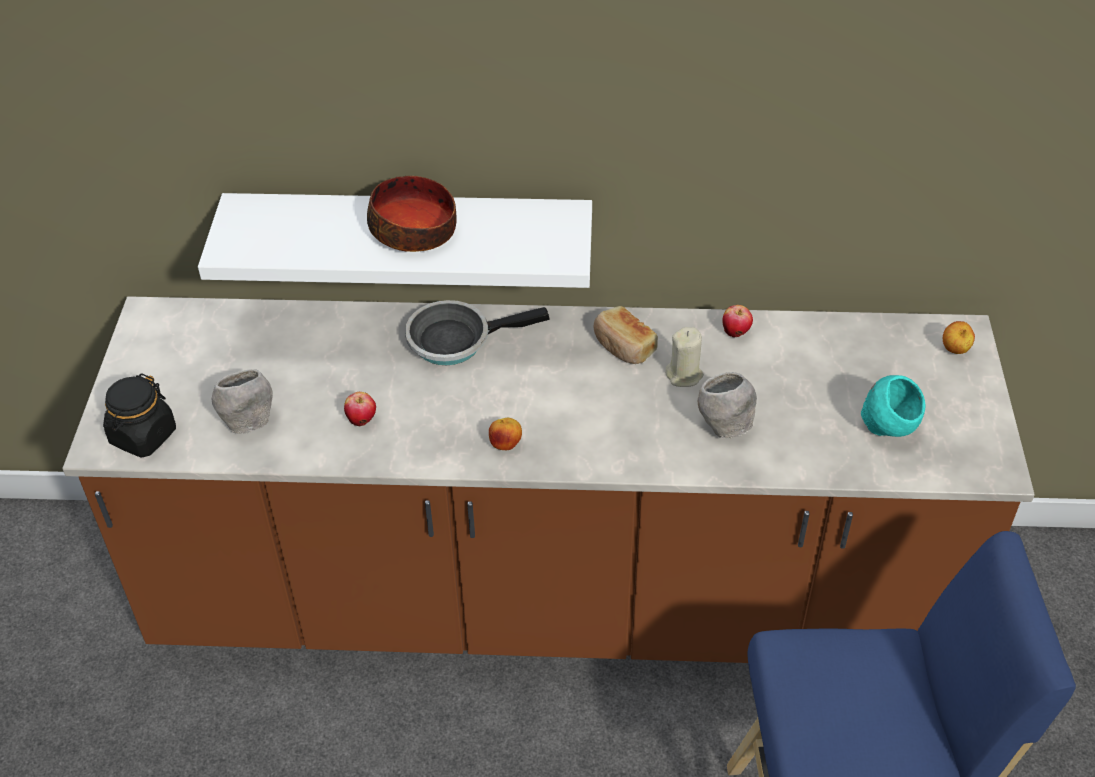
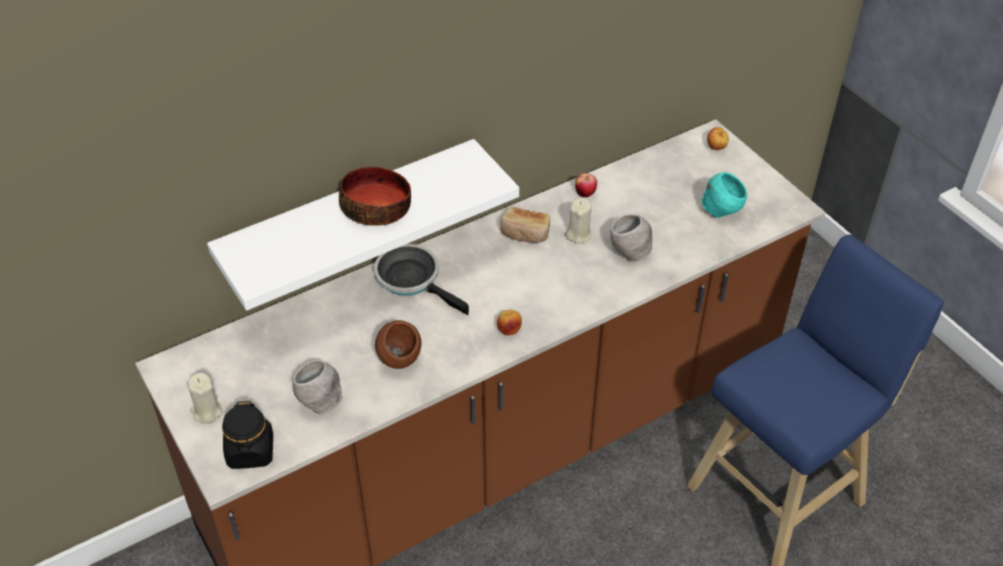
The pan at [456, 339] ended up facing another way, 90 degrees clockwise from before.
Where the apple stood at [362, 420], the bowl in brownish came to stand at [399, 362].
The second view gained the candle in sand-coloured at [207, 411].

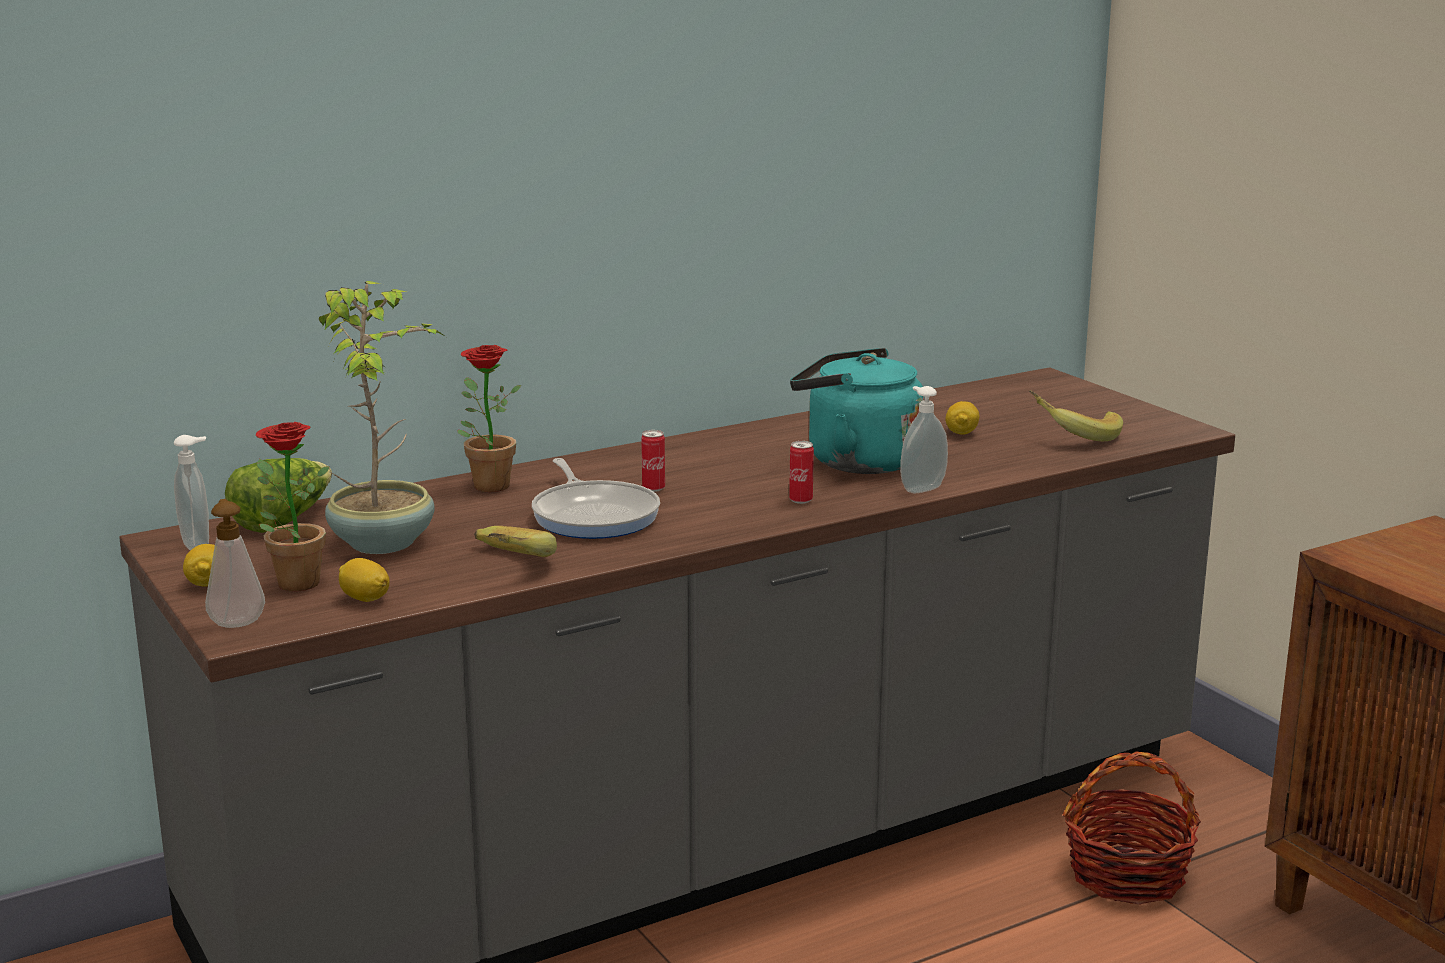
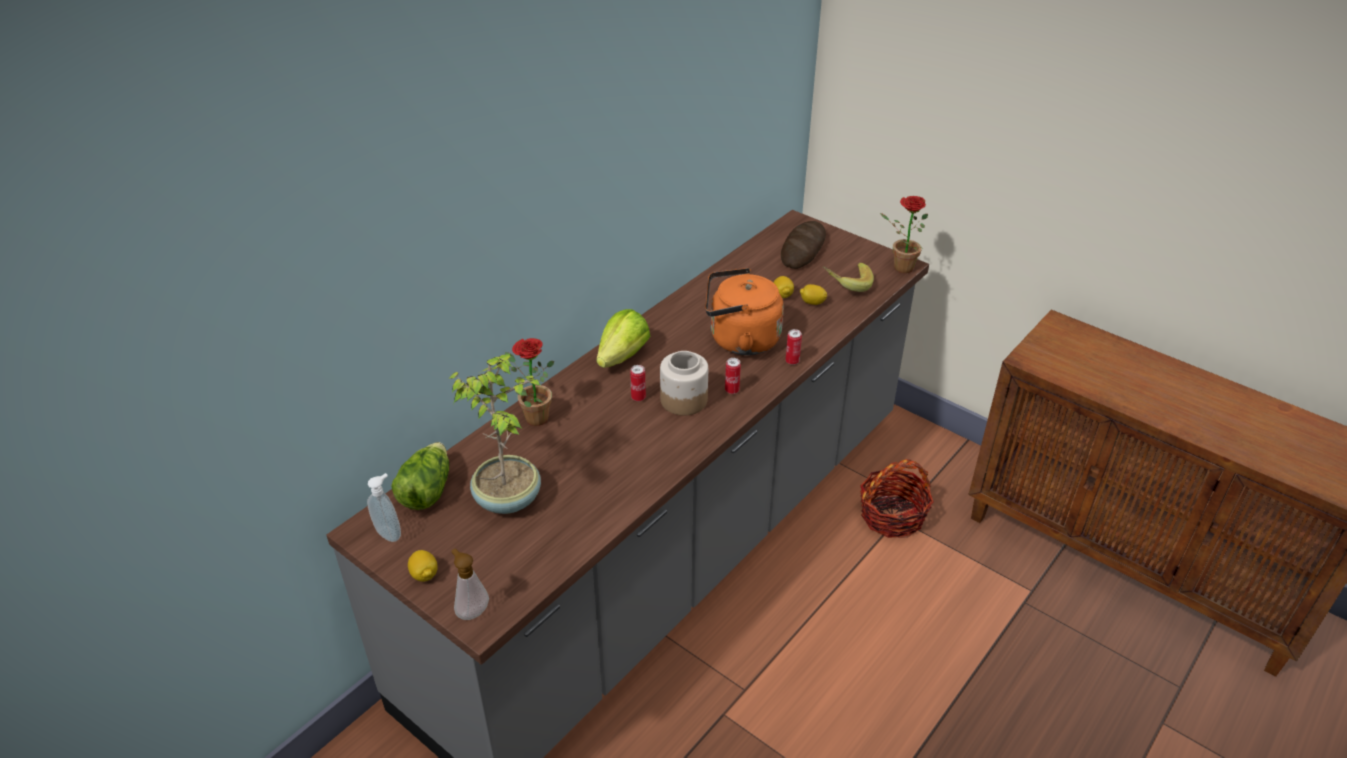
What was the water kettle in blue-green at [856, 461] turned into the water kettle in orange-coloured at [739, 340].
Where the liquid soap bottle stood at [921, 488], the can came to stand at [792, 361].
The houseplant ended up elsewhere, having gone from [292, 581] to [899, 267].
The second view lost the pan at [594, 515].
The second view lost the whole banana at [503, 567].
The lemon ended up elsewhere, having gone from [365, 599] to [812, 303].
The second view gained the baked bread at [803, 249].
The second view gained the lettuce at [623, 356].
The second view gained the preserve jar at [683, 400].

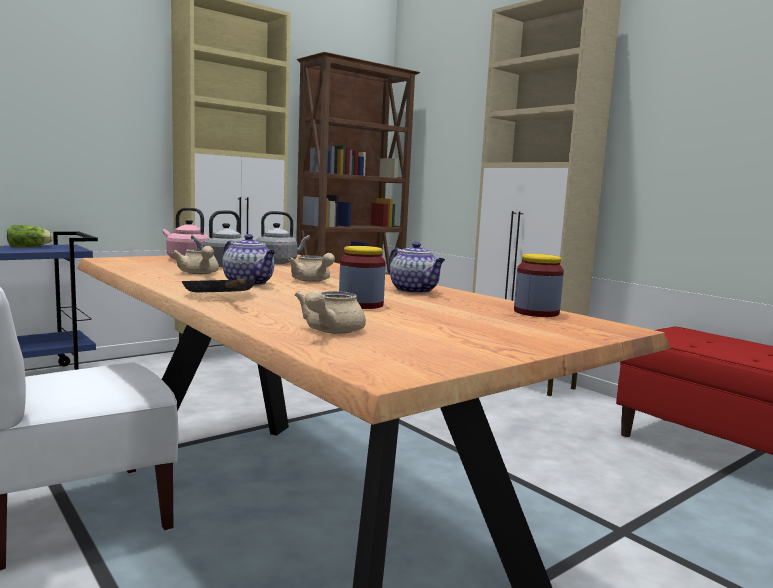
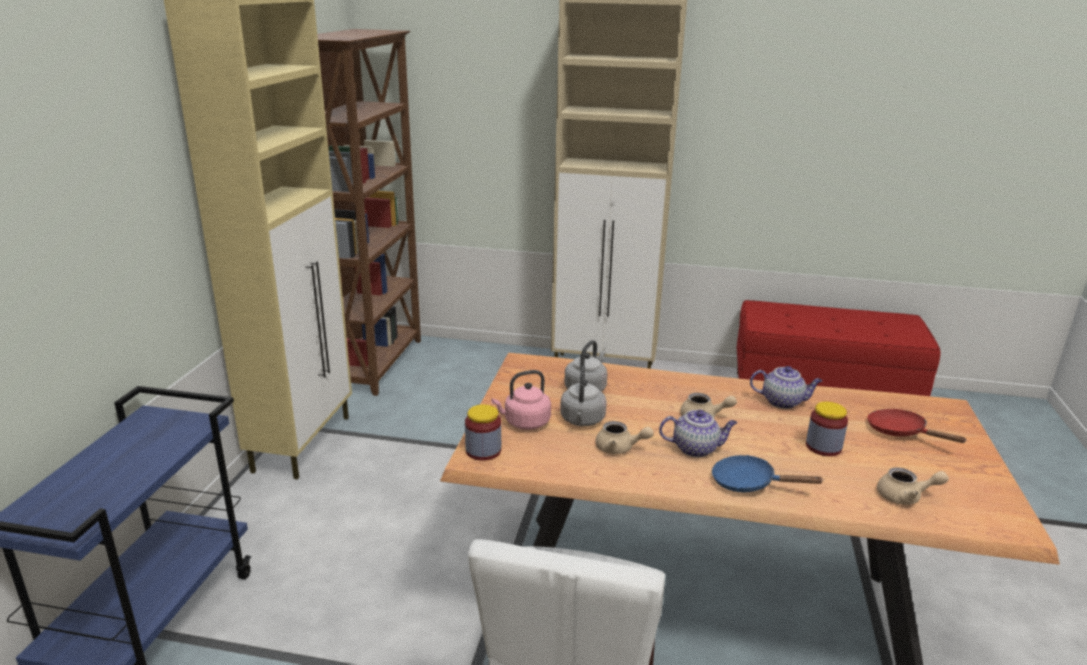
The second view lost the lettuce at [30, 247].
The preserve jar ended up elsewhere, having gone from [536, 312] to [483, 451].
What was the pan in black-coloured at [222, 296] turned into the pan in bluish at [749, 483].
The teapot in sand-coloured at [329, 331] ended up facing another way, 60 degrees counterclockwise from before.
The second view gained the pan in red at [901, 432].

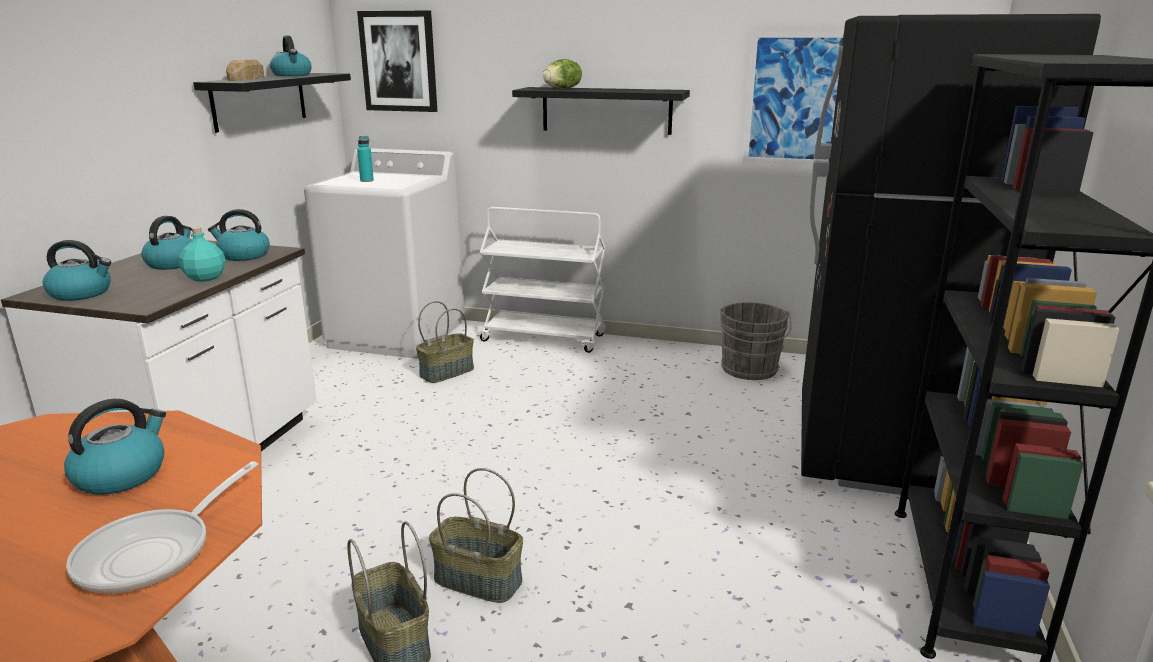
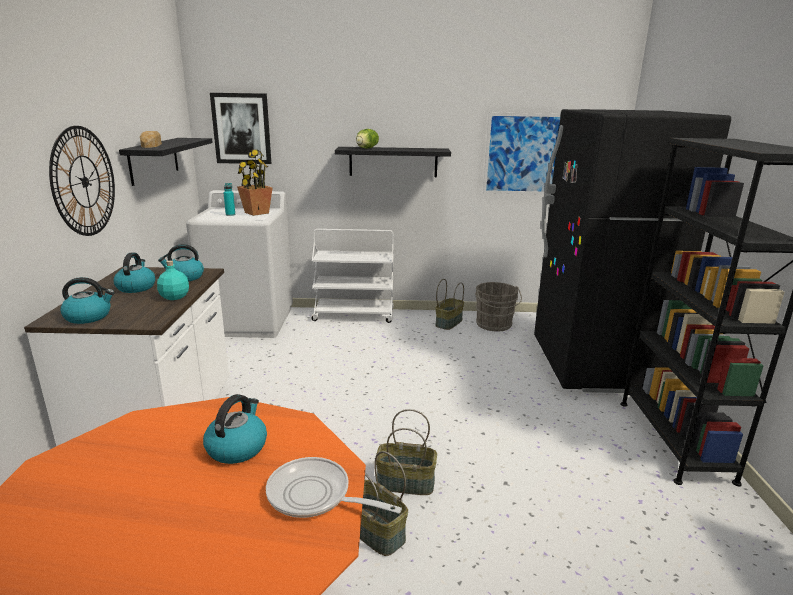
The second view lost the water kettle at [292, 75].
The storage basket ended up elsewhere, having gone from [447, 372] to [448, 322].
The pan at [154, 552] ended up facing another way, 105 degrees clockwise from before.
The second view gained the wall clock at [84, 181].
The second view gained the houseplant at [256, 213].

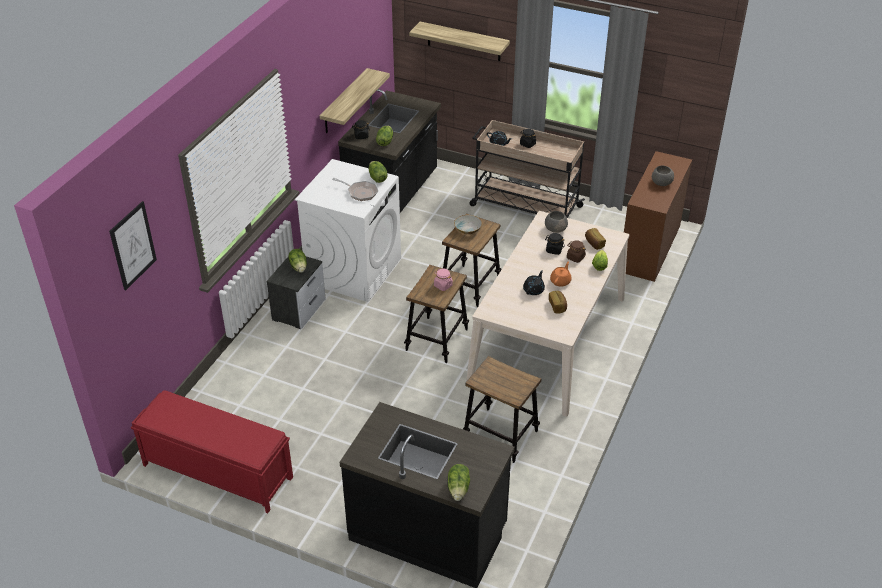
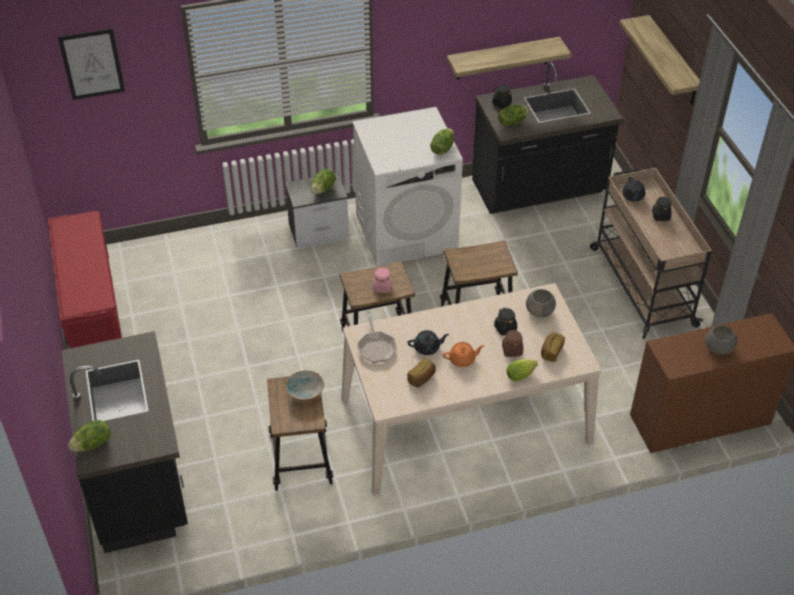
The pan ended up elsewhere, having gone from [360, 192] to [376, 347].
The bowl ended up elsewhere, having gone from [467, 230] to [305, 392].

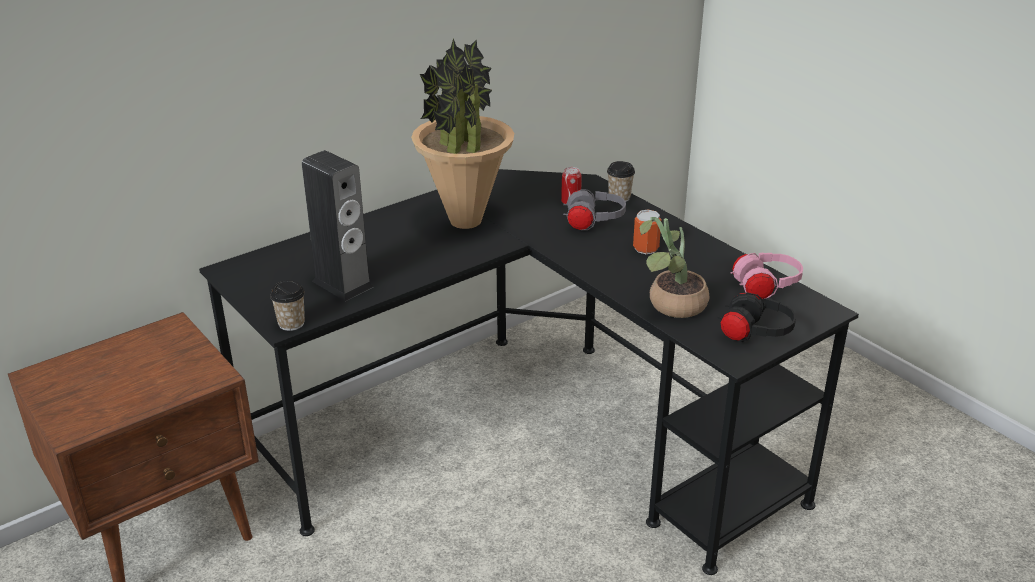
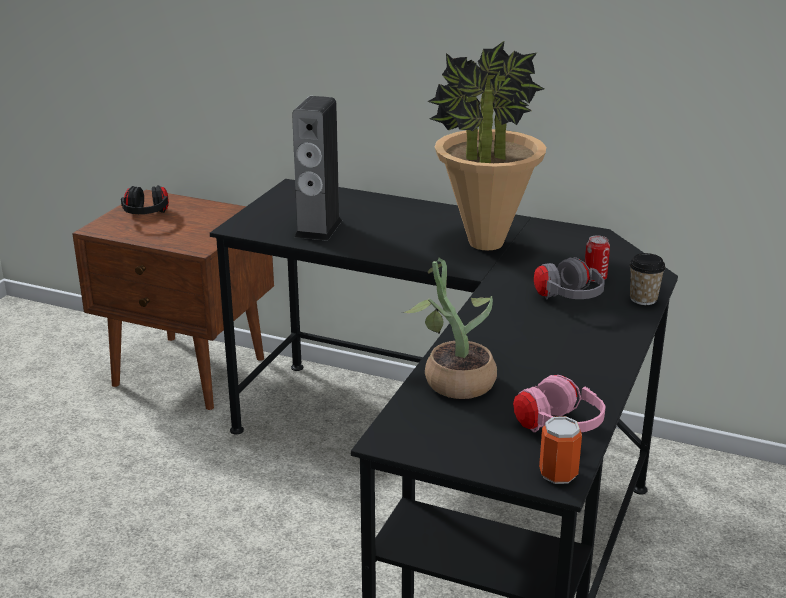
The can ended up elsewhere, having gone from [645, 248] to [558, 474].
The second view lost the drinking cup at [291, 323].
The headphones in black-coloured ended up elsewhere, having gone from [755, 334] to [146, 217].

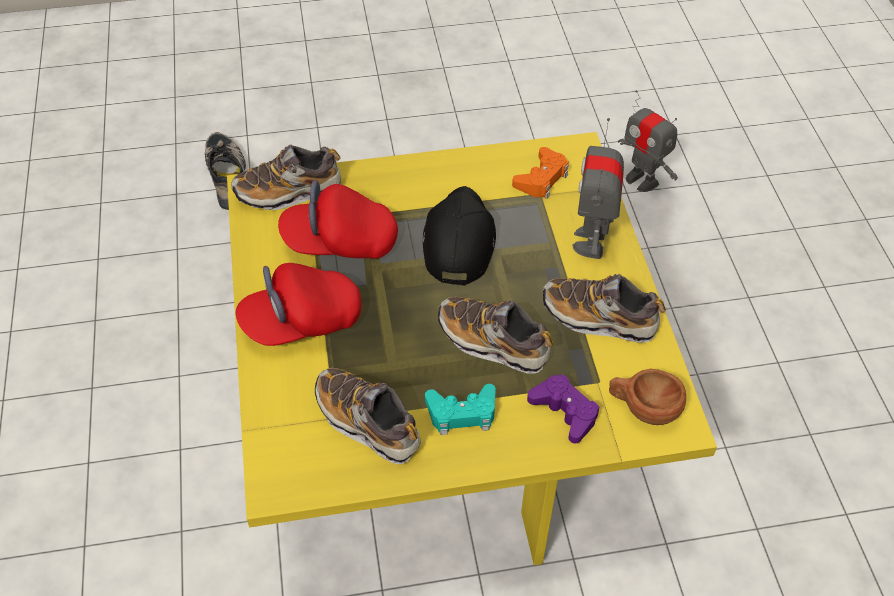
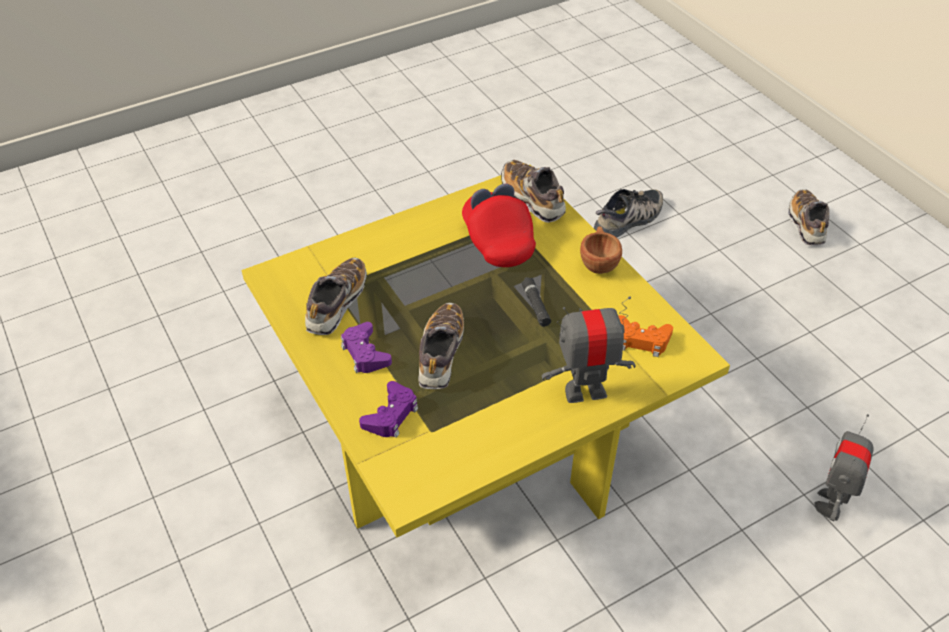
Where the peaked cap in black-coloured stood at [457, 241], the torch in black-coloured came to stand at [535, 305].
The second view lost the peaked cap in red at [302, 321].
The item of footwear ended up elsewhere, having gone from [599, 318] to [806, 224].
The drinking cup in brownish ended up elsewhere, having gone from [642, 408] to [598, 262].
What was the joypad in blue-green at [462, 413] turned into the joypad in purple at [365, 353].

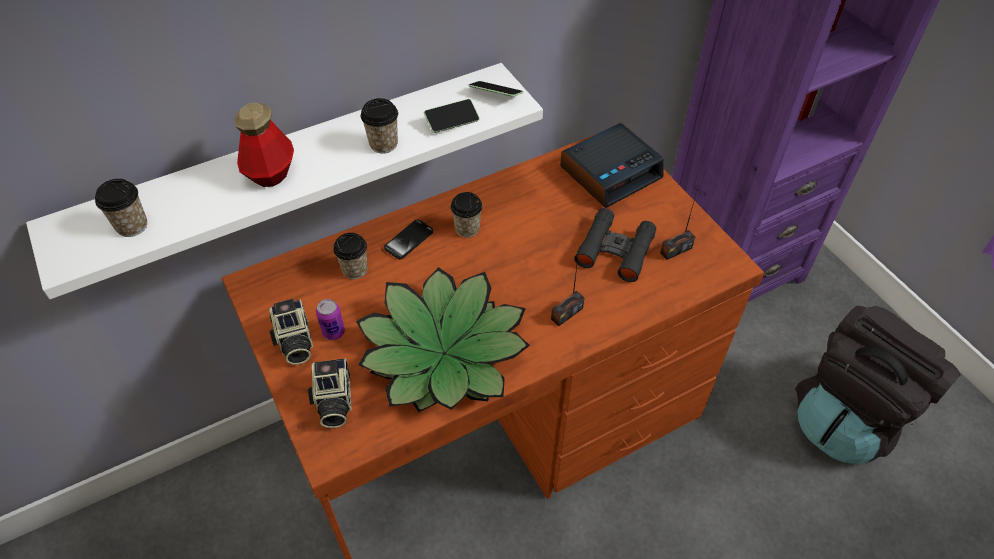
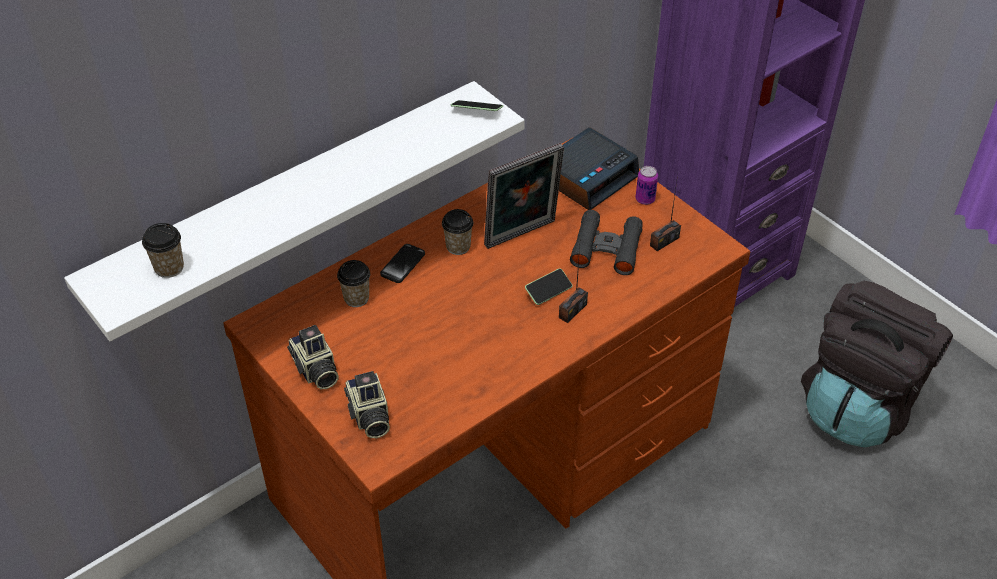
The second view lost the drinking cup at [383, 144].
The handset ended up elsewhere, having gone from [452, 122] to [548, 291].
The second view lost the drink bottle at [271, 174].
The second view lost the houseplant at [444, 353].
The can ended up elsewhere, having gone from [333, 332] to [645, 199].
The second view gained the photo frame at [522, 236].

